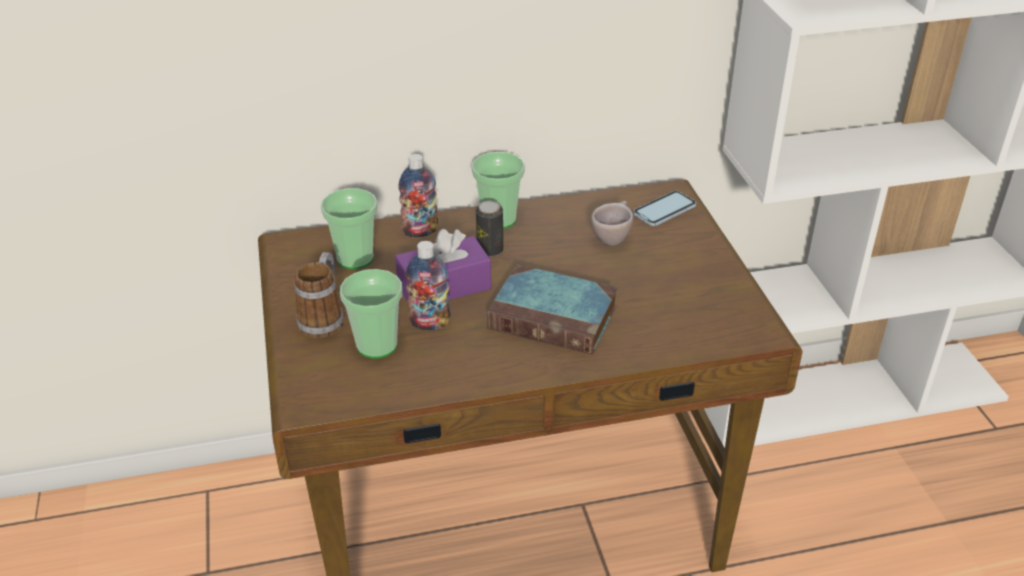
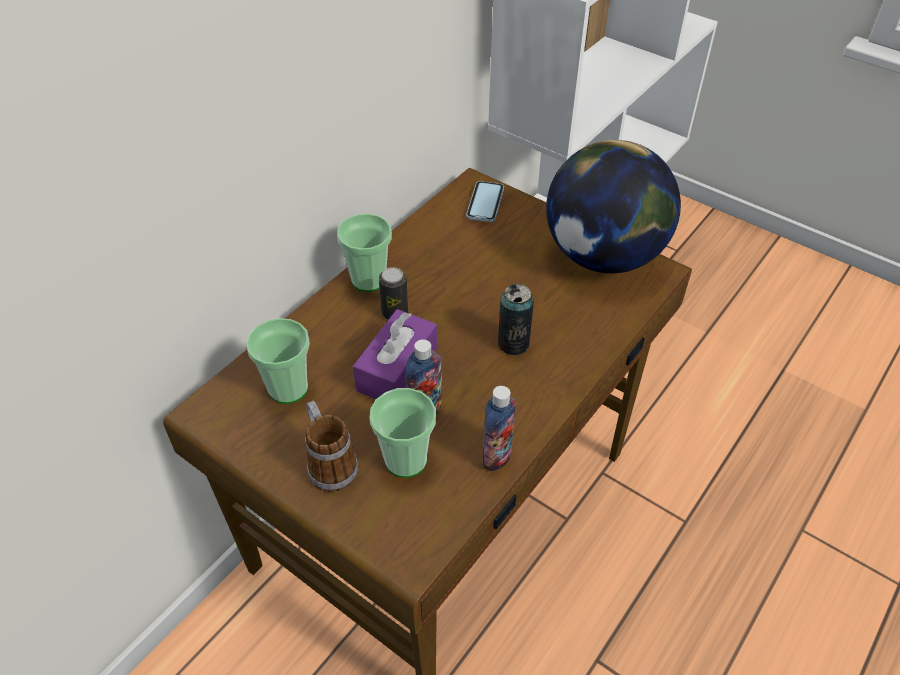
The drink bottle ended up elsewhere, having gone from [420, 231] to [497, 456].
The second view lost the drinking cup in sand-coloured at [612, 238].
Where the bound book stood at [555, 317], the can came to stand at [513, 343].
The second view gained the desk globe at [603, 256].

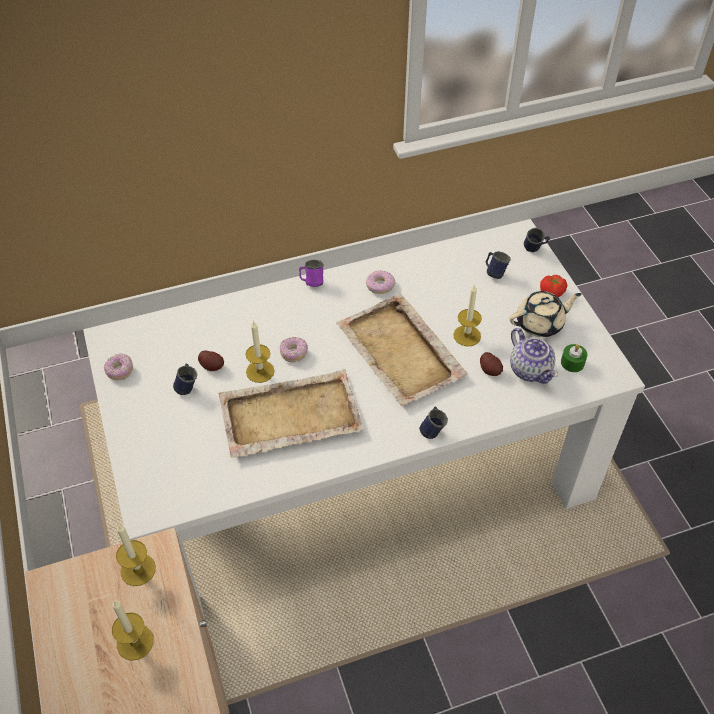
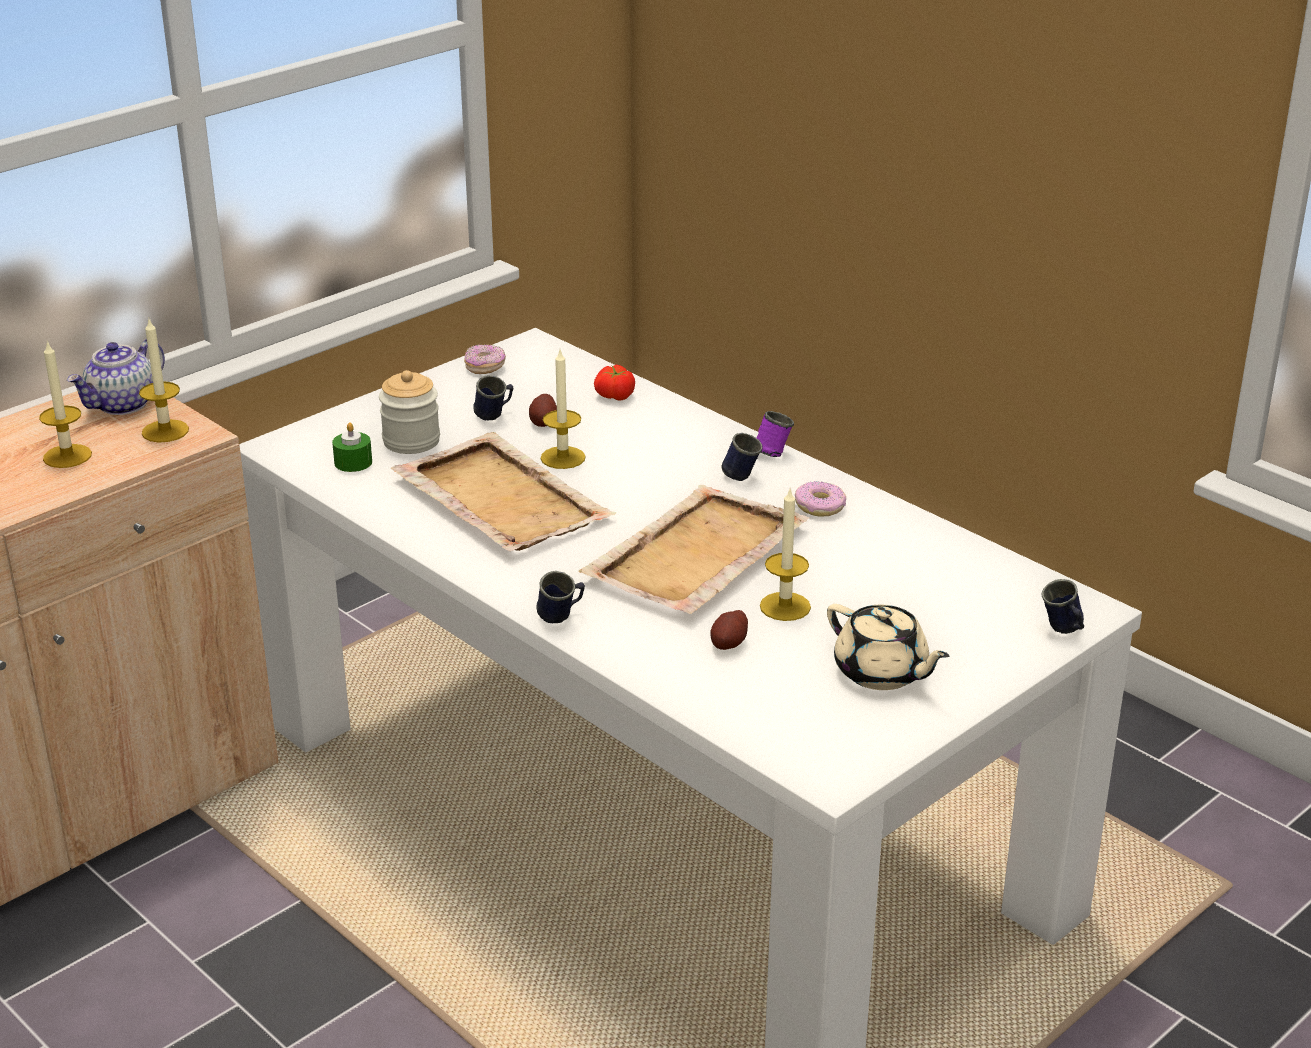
The tea mug in bluish ended up elsewhere, having gone from [494, 272] to [743, 474].
The whole tomato ended up elsewhere, having gone from [552, 292] to [614, 396].
The teapot ended up elsewhere, having gone from [531, 370] to [122, 405].
The second view lost the donut at [294, 353].
The candle in greenish ended up elsewhere, having gone from [572, 363] to [353, 462].
The second view gained the preserve jar at [411, 441].

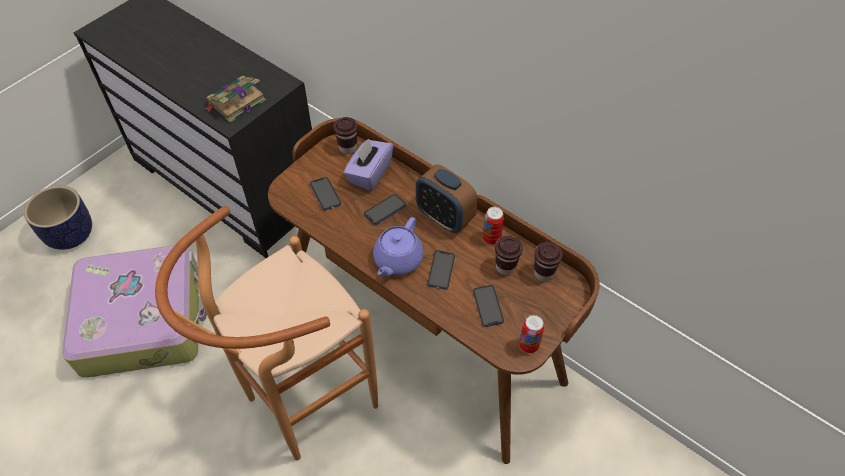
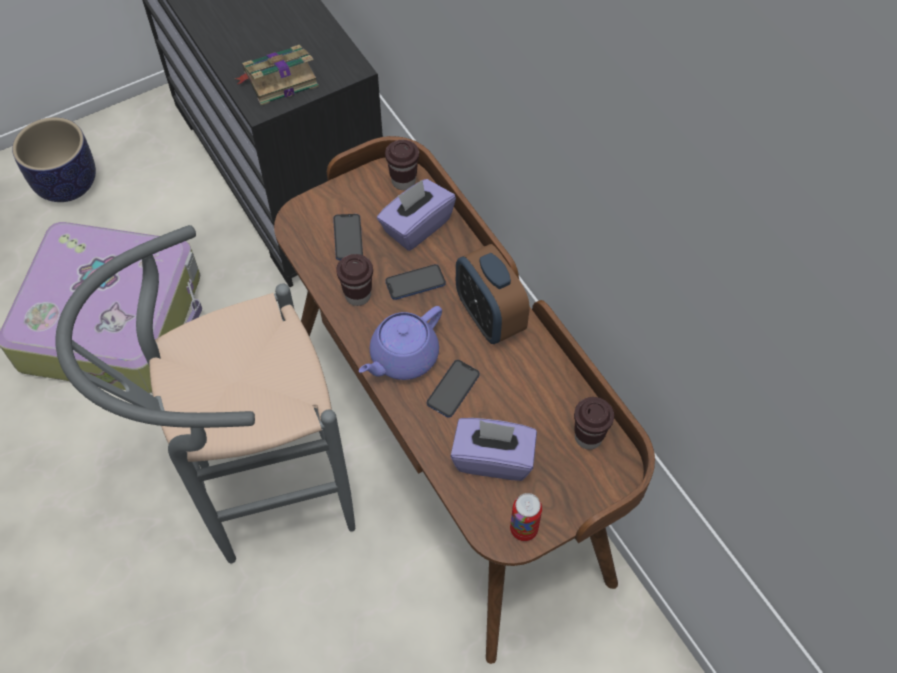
What was the stool in brownish at [300, 407] turned into the stool in gray at [259, 497].
The second view lost the can at [491, 238].
The drinking cup in brownish ended up elsewhere, having gone from [505, 267] to [358, 295].
Where the handset stood at [488, 306], the tissue holder in purple came to stand at [493, 458].

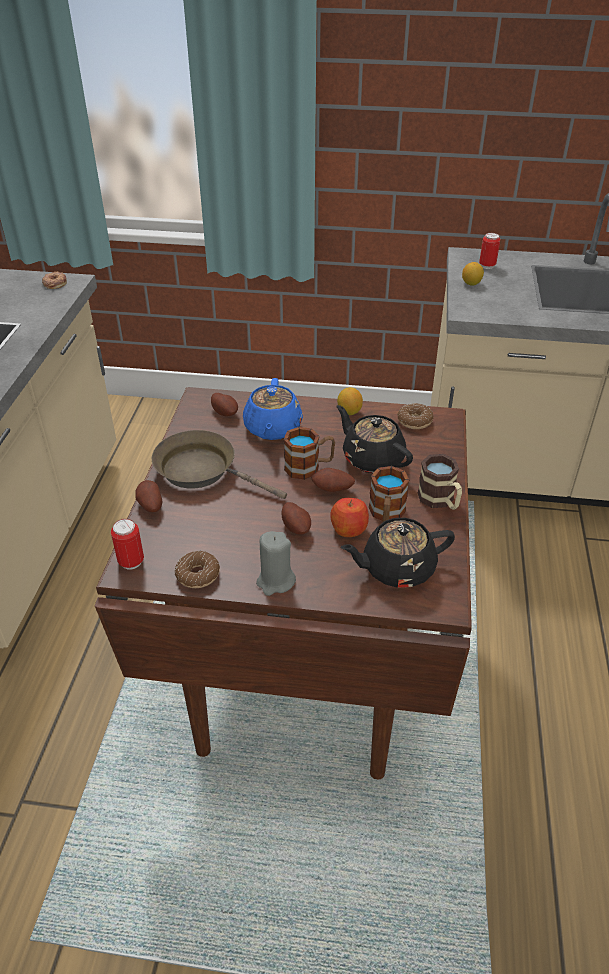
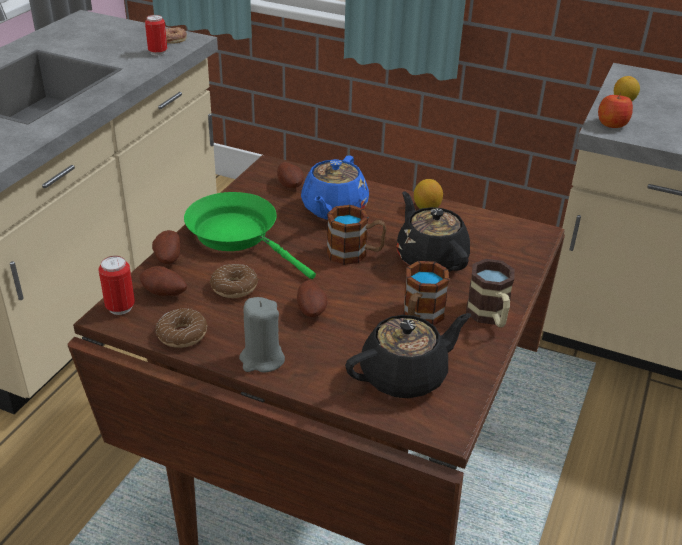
The can ended up elsewhere, having gone from [487, 266] to [158, 52].
The donut ended up elsewhere, having gone from [414, 421] to [234, 287].
What was the pan in brownish at [202, 471] turned into the pan in greenish at [238, 235].
The whole potato ended up elsewhere, having gone from [332, 490] to [163, 294].
The apple ended up elsewhere, having gone from [348, 529] to [612, 124].
The teapot in black-coloured at [396, 568] ended up facing another way, 150 degrees clockwise from before.

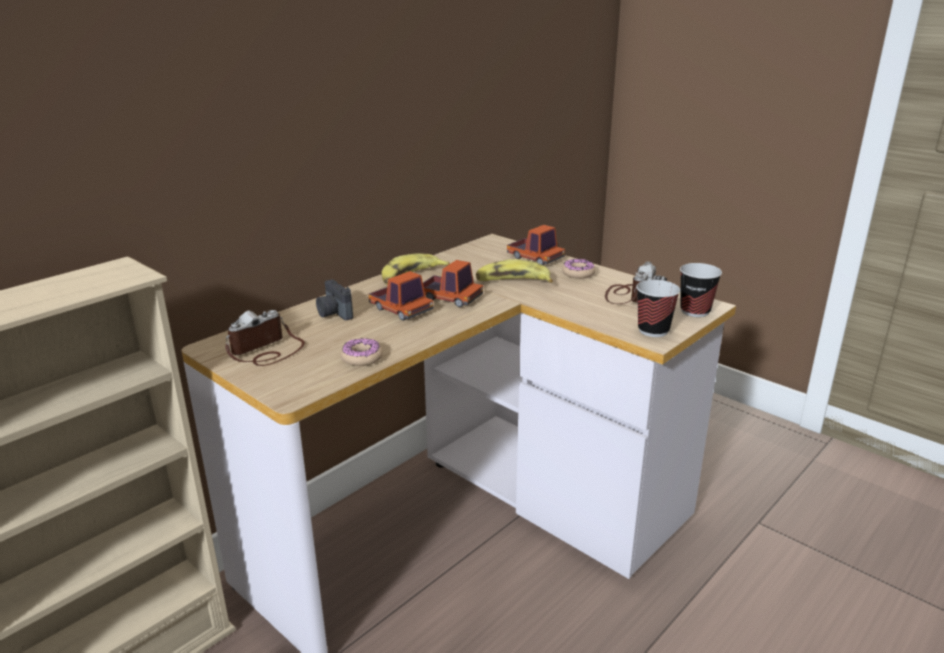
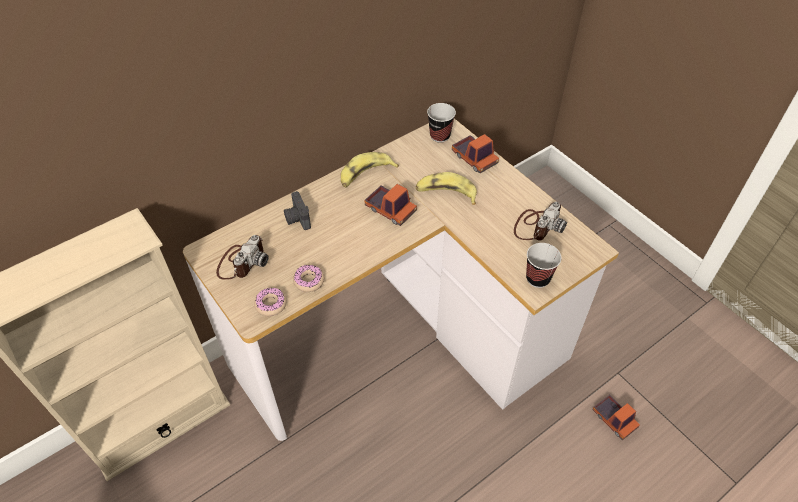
The donut ended up elsewhere, having gone from [578, 273] to [271, 304].
The drinking cup ended up elsewhere, having gone from [695, 311] to [440, 136].
The toy truck ended up elsewhere, having gone from [401, 309] to [614, 419].
The photo camera at [266, 351] ended up facing another way, 150 degrees clockwise from before.

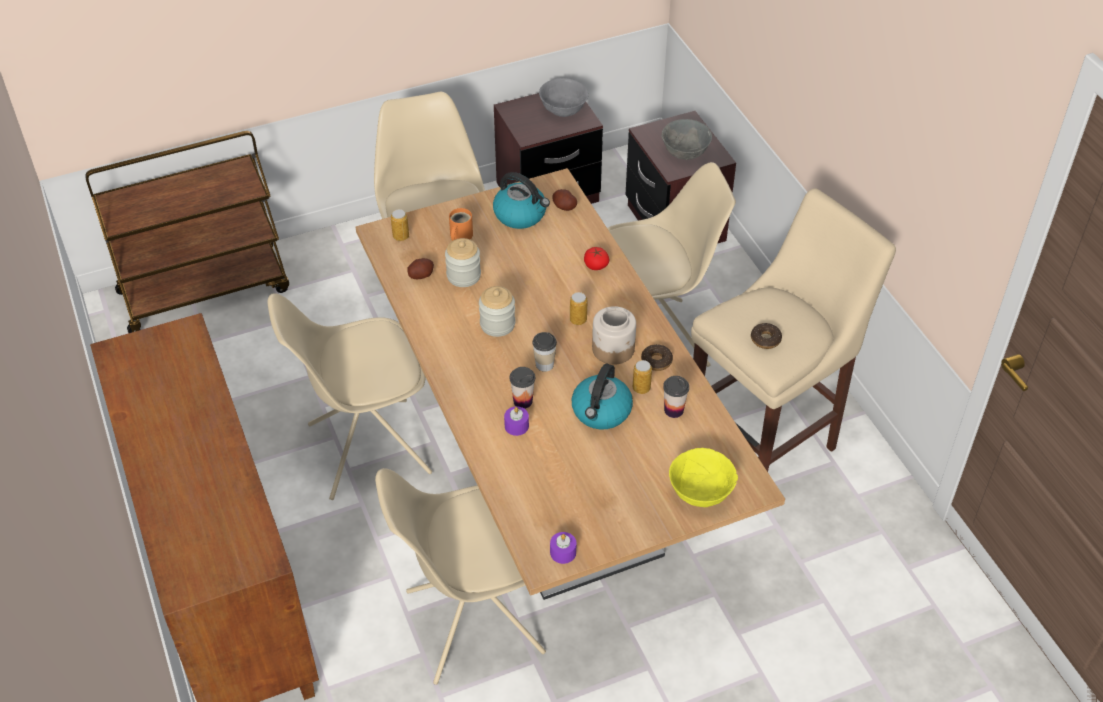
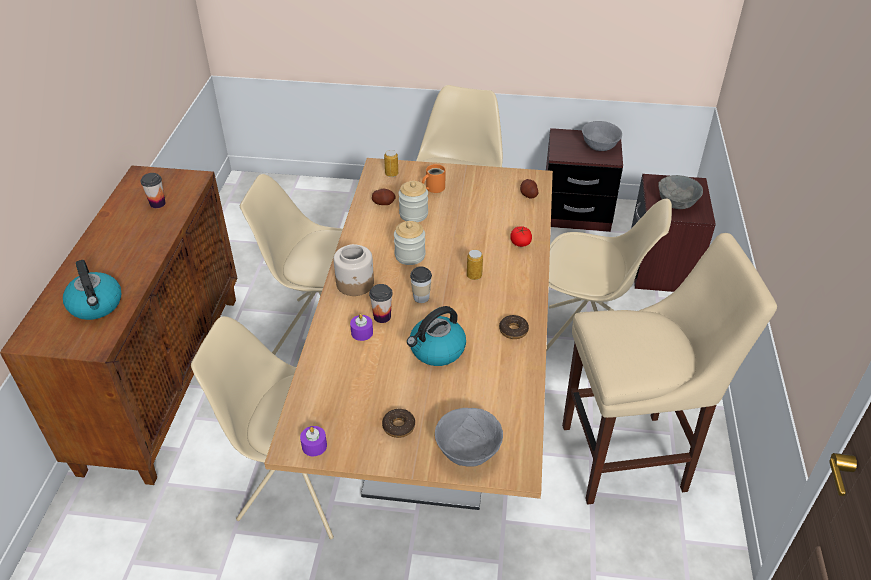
The second view lost the cart in brownish at [205, 290].
The water kettle ended up elsewhere, having gone from [521, 215] to [96, 305].
The preserve jar ended up elsewhere, having gone from [613, 349] to [355, 284].
The donut ended up elsewhere, having gone from [765, 339] to [398, 426].
The second view lost the can at [641, 388].
The drinking cup ended up elsewhere, having gone from [673, 410] to [157, 203].
What was the bowl in yellowish at [700, 492] turned into the bowl in gray at [468, 450].

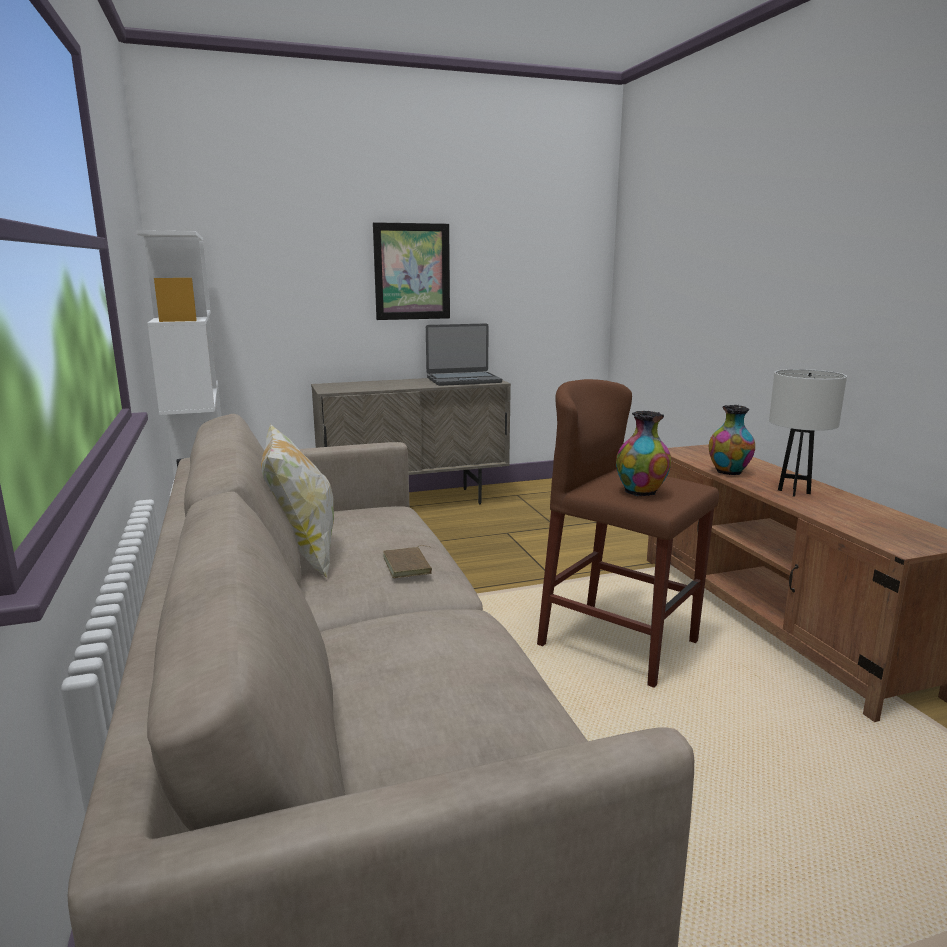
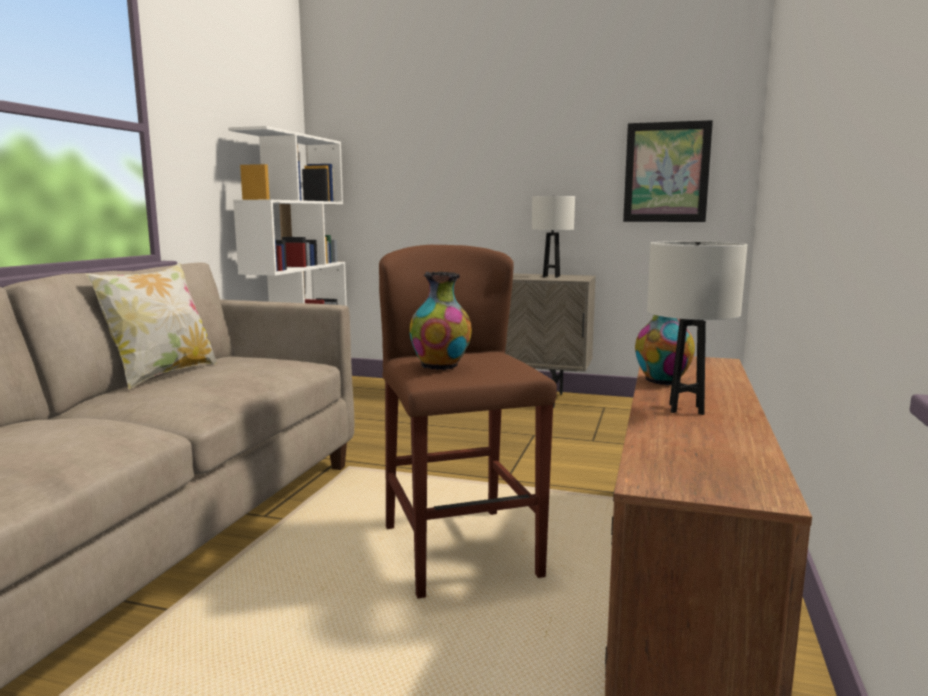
The wall picture ended up elsewhere, having gone from [412, 272] to [666, 172].
Where the portable computer stood at [463, 380], the table lamp in white-coloured came to stand at [551, 276].
The second view lost the bound book in brownish at [409, 565].

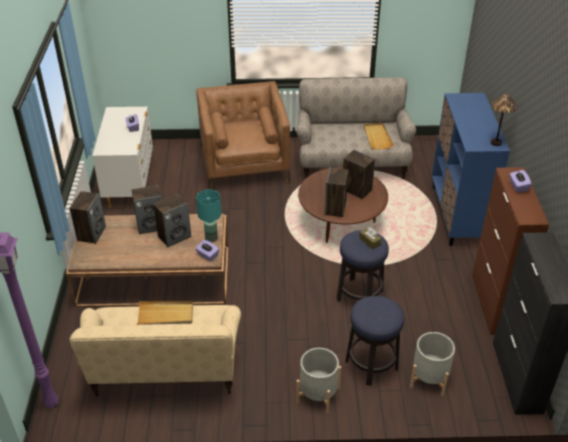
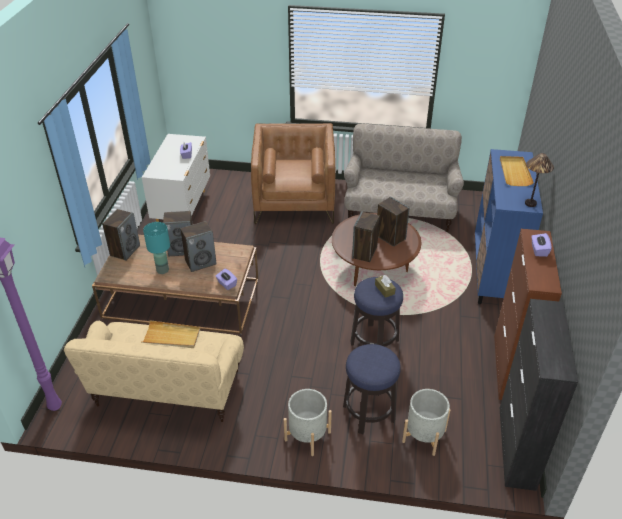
The carrying tray in sand-coloured ended up elsewhere, having gone from [377, 137] to [514, 172].
The table lamp in blue-green ended up elsewhere, having gone from [211, 238] to [163, 270].

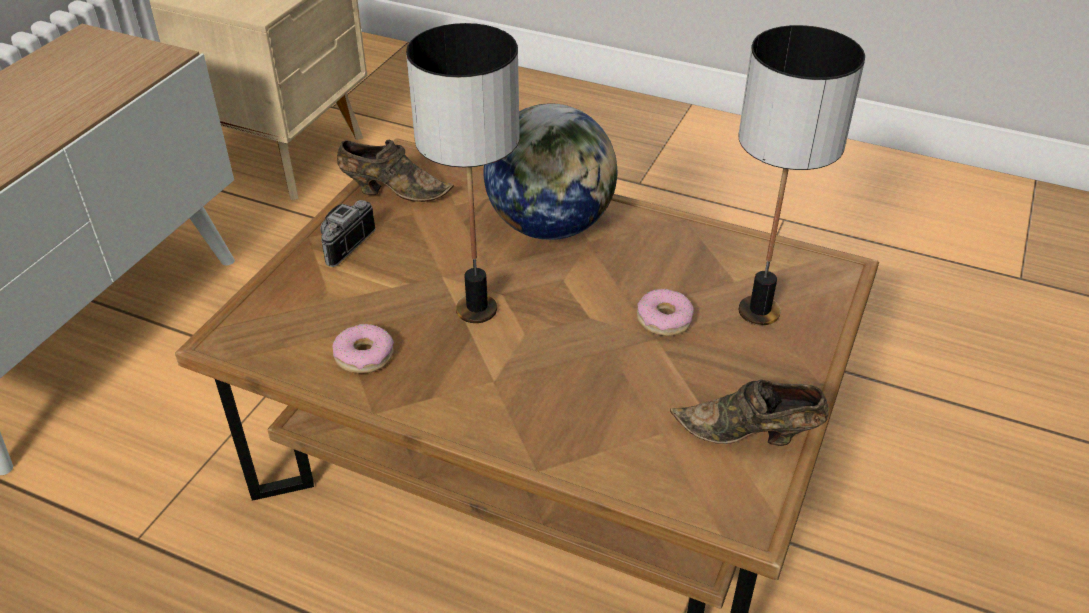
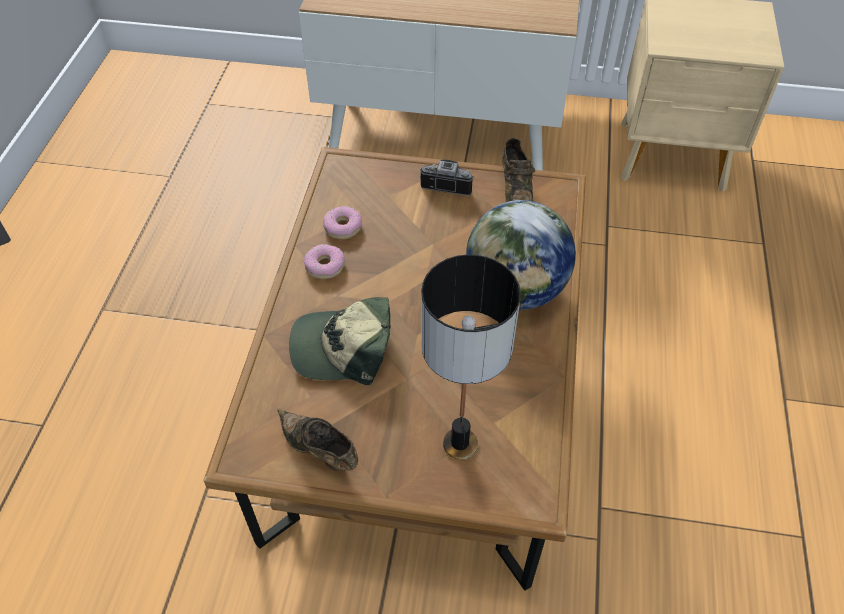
The second view lost the table lamp at [477, 310].
The donut ended up elsewhere, having gone from [664, 319] to [325, 266].
The item of footwear in brownish at [749, 435] ended up facing another way, 45 degrees counterclockwise from before.
The second view gained the peaked cap at [343, 348].

